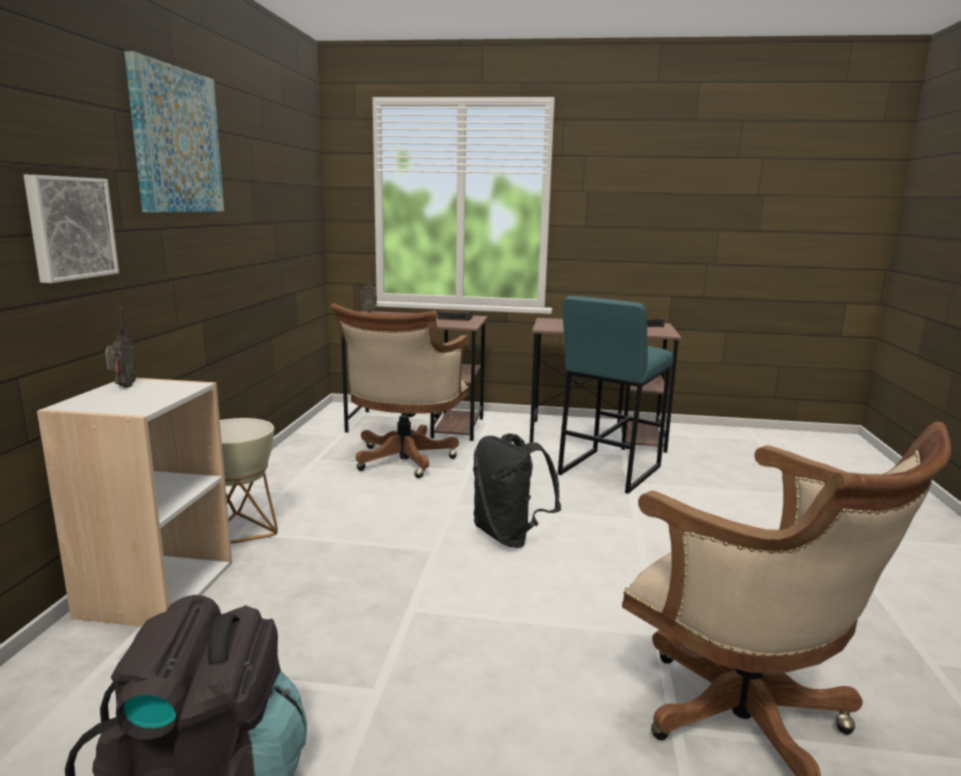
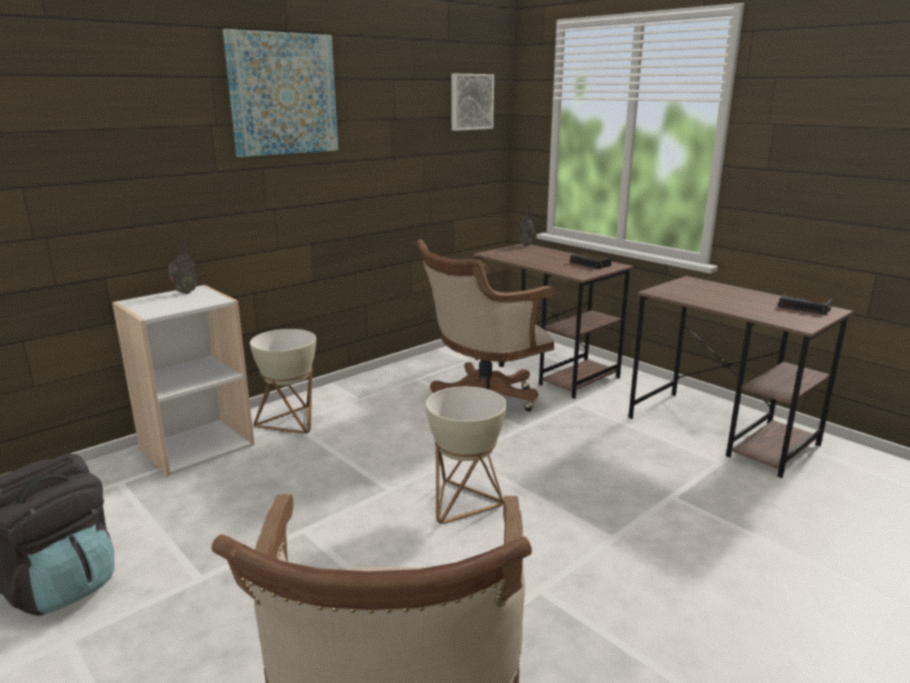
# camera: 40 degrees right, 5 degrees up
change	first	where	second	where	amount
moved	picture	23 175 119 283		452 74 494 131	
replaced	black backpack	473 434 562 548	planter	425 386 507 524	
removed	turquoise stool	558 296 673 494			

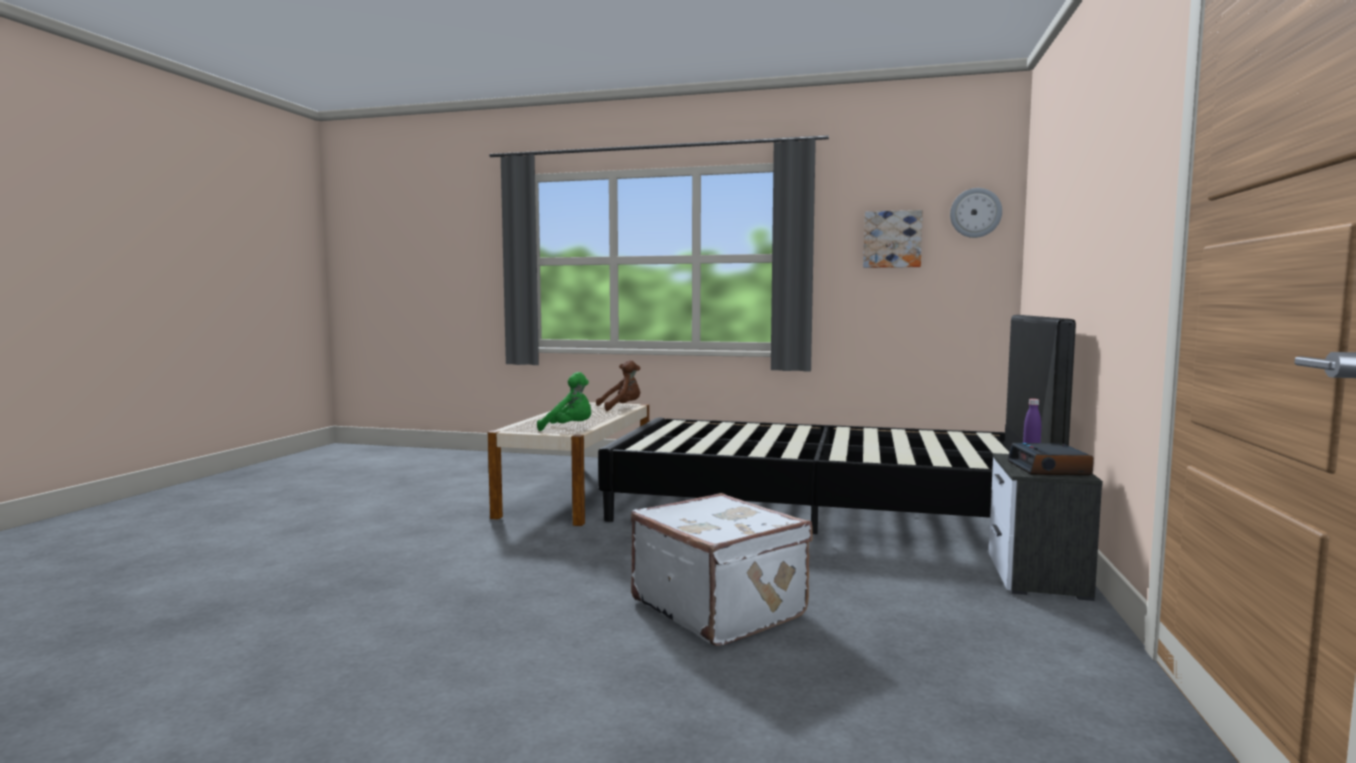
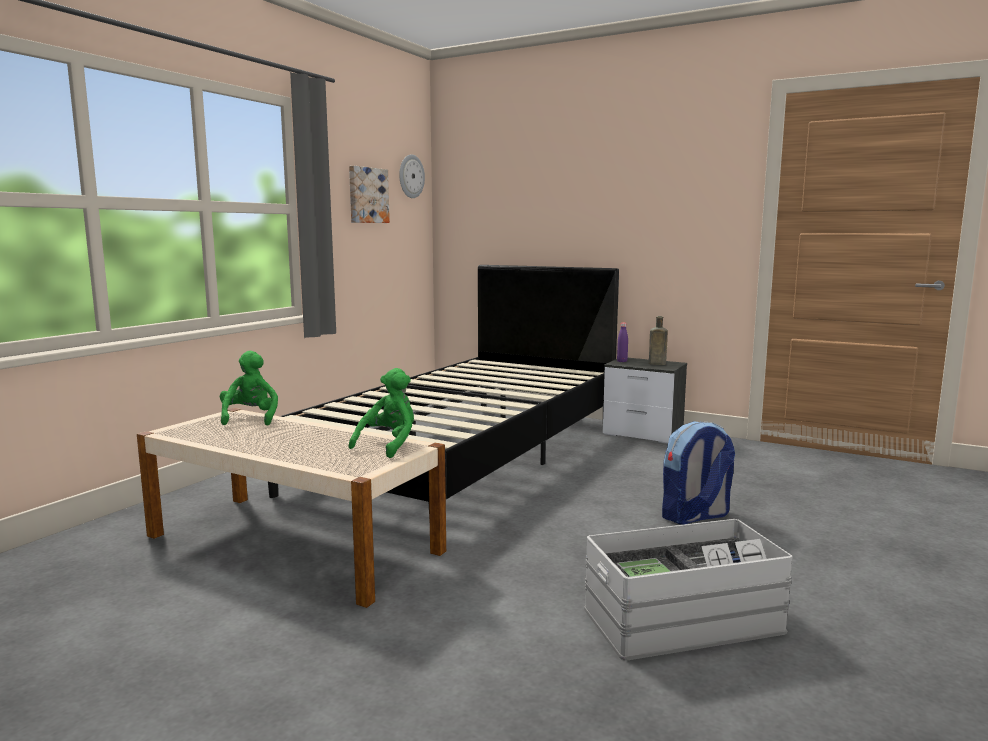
# camera: 75 degrees left, 5 degrees up
change	first	where	second	where	amount
recoloured	brown plush toy	596 360 640 411	green plush toy	220 351 278 425	
replaced	white suitcase	631 493 813 646	backpack	662 421 735 525	
replaced	alarm clock	1007 443 1094 476	brown bottle	649 316 668 365	
added			grey storage box	584 519 793 660	

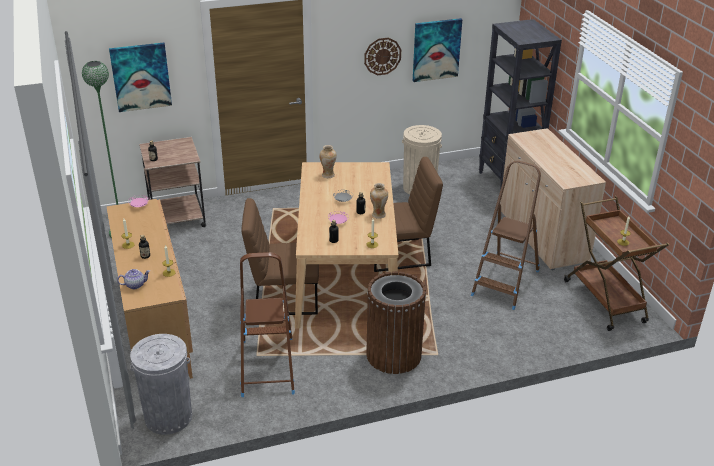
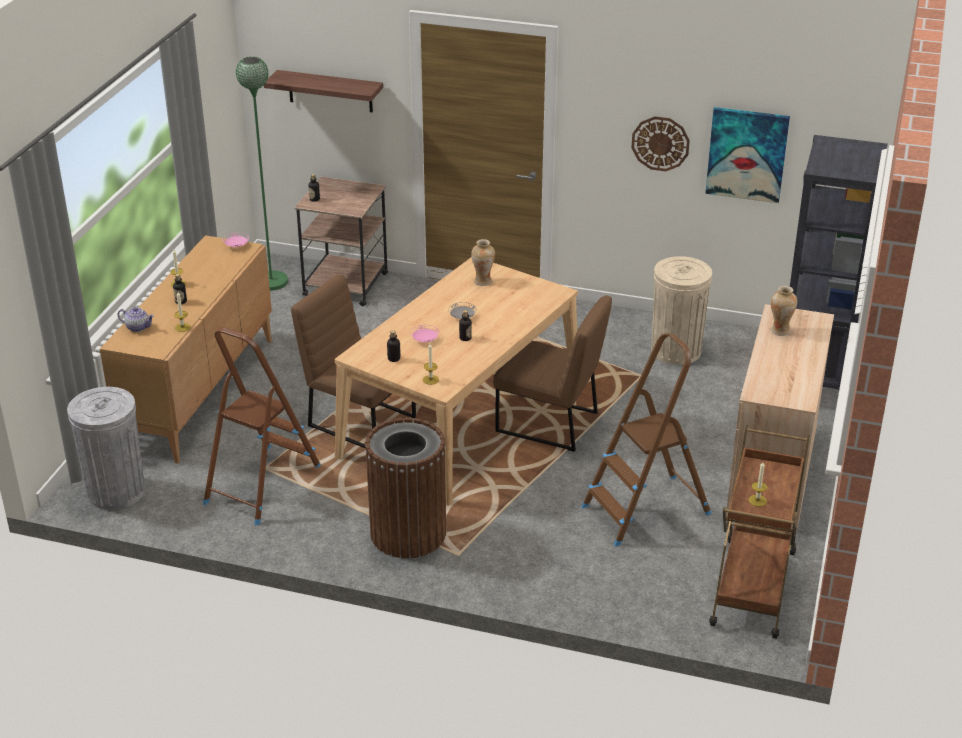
# camera: 35 degrees right, 0 degrees up
change	first	where	second	where	amount
replaced	picture	109 43 172 112	shelf	264 70 383 112	
moved	vase	370 183 388 219		771 286 797 336	

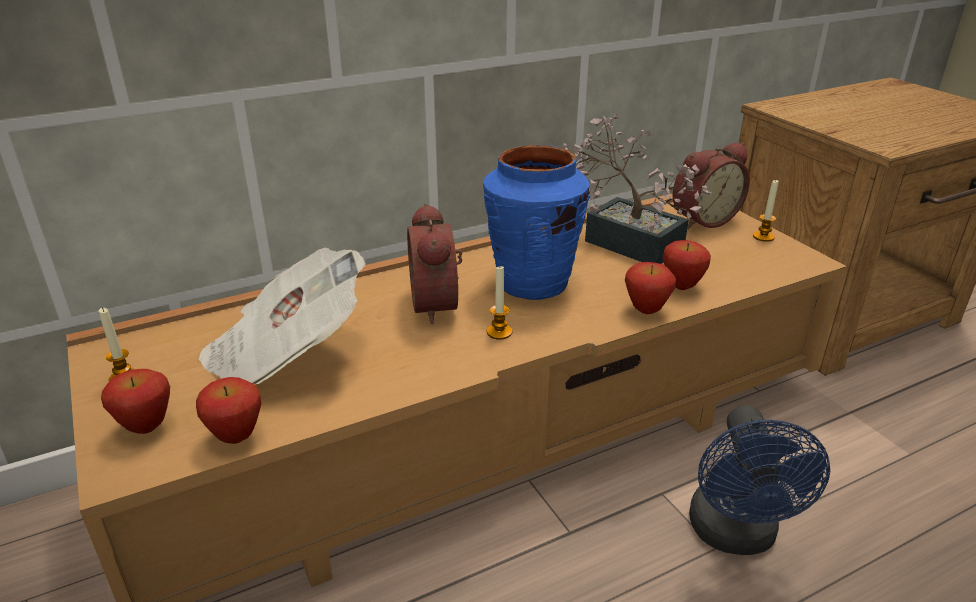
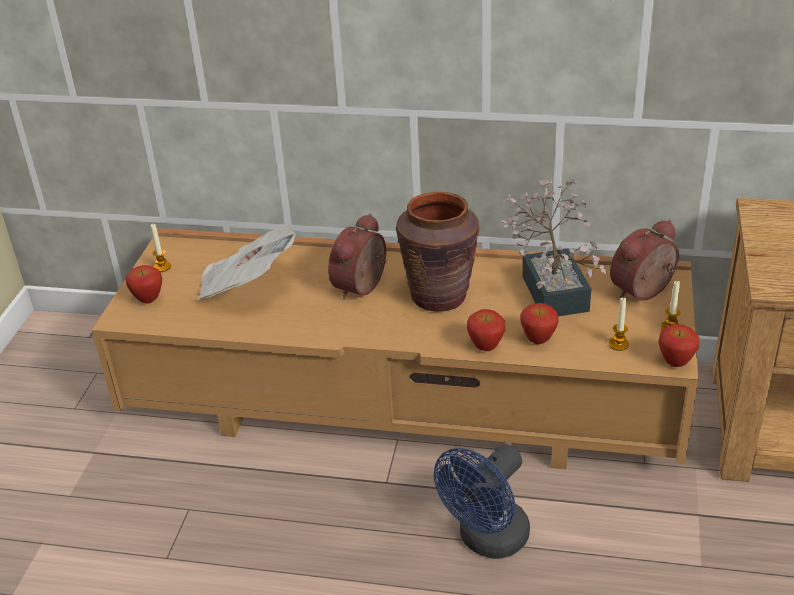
# camera: 40 degrees right, 5 degrees up
change	first	where	second	where	amount
moved	apple	196 377 262 444		658 324 700 367	
recoloured	blue vase	483 145 590 300	brown vase	396 192 480 312	
moved	candle	487 266 512 340		609 297 629 351	
turned	alarm clock	673 142 750 229		610 220 679 301	135 degrees clockwise

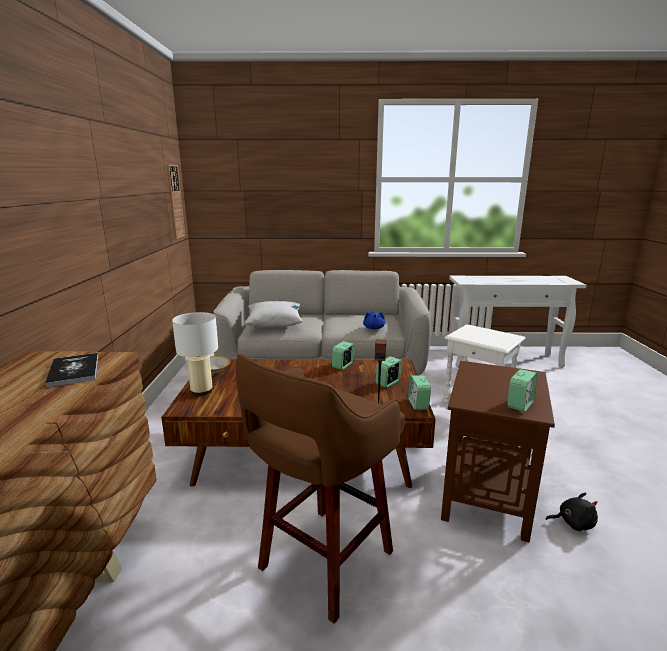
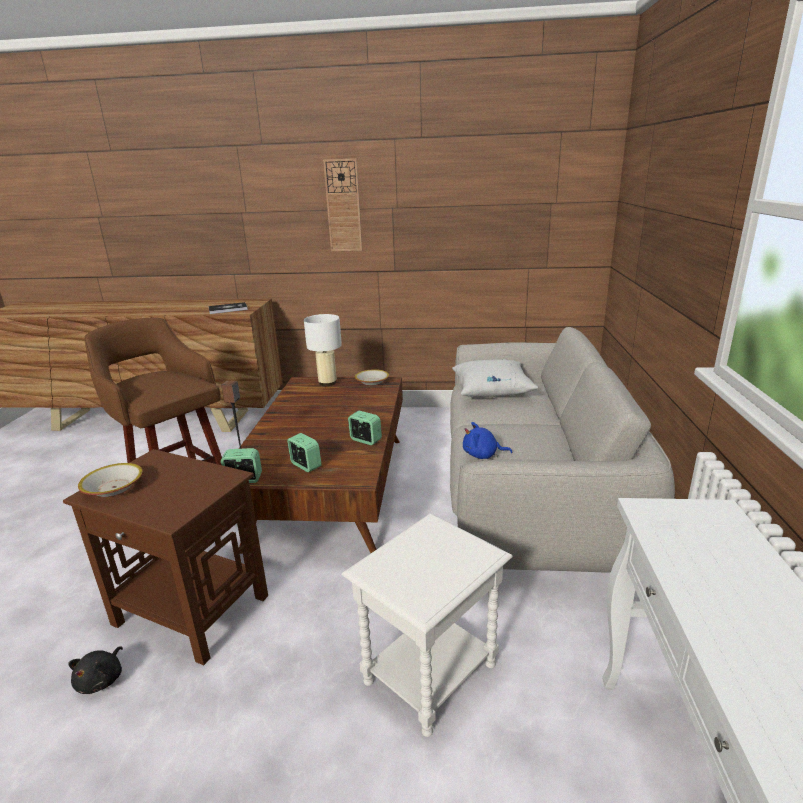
# camera: 95 degrees right, 5 degrees up
change	first	where	second	where	amount
moved	wall clock	166 164 185 239		323 158 362 251	
replaced	alarm clock	508 369 537 412	bowl	78 463 143 497	

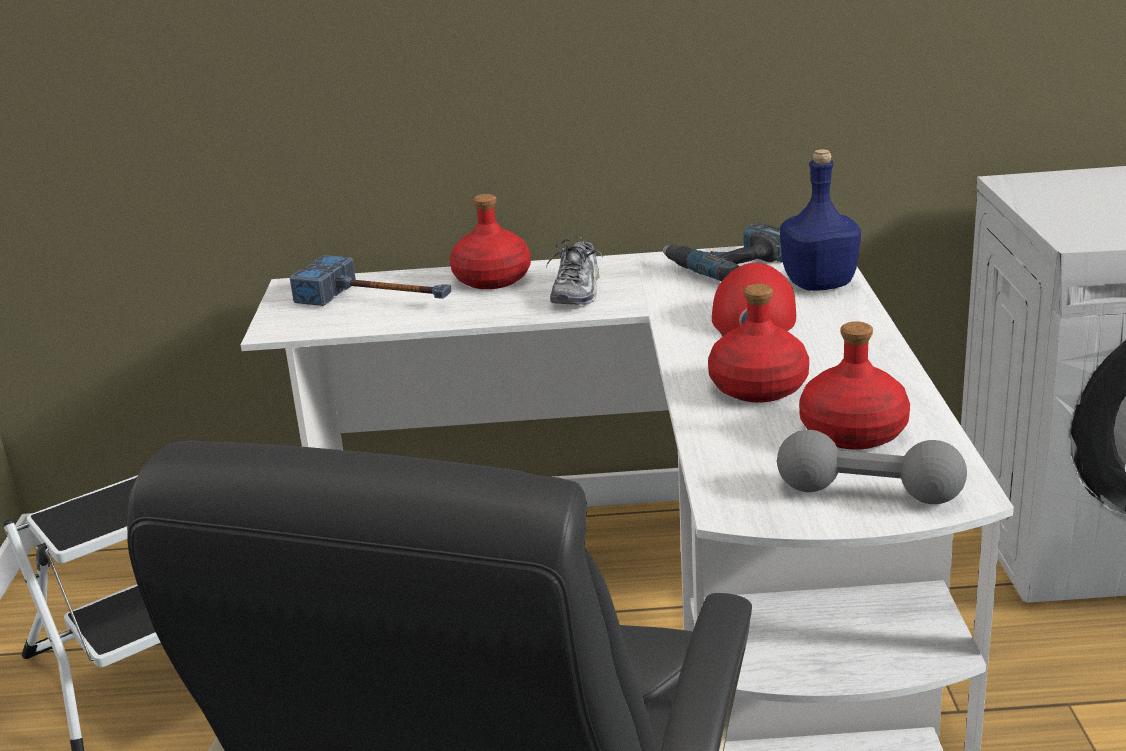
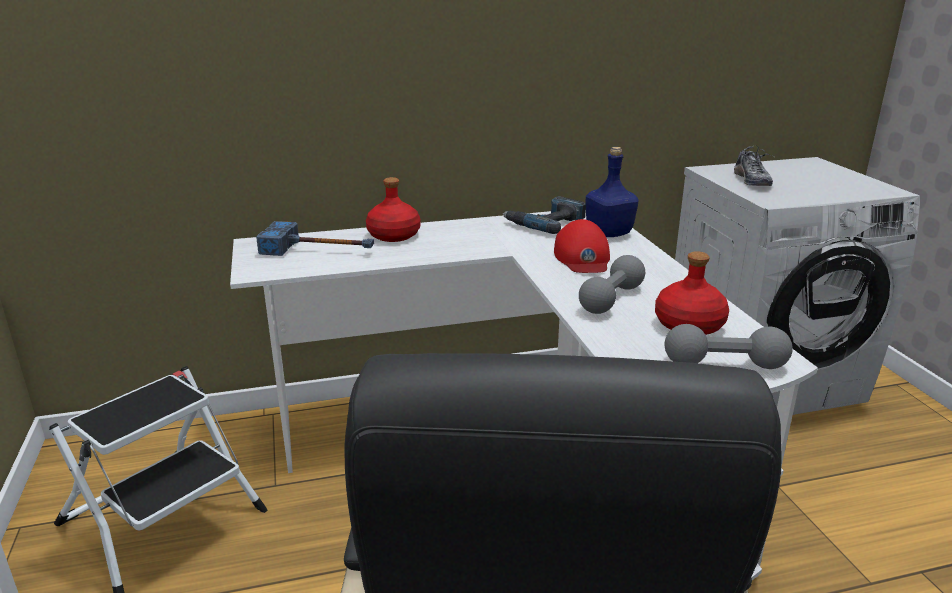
# camera: 15 degrees left, 0 degrees up
change	first	where	second	where	amount
moved	shoe	546 236 603 305		734 145 774 186	
replaced	red bottle	708 284 809 402	grey dumbbell	579 255 645 314	

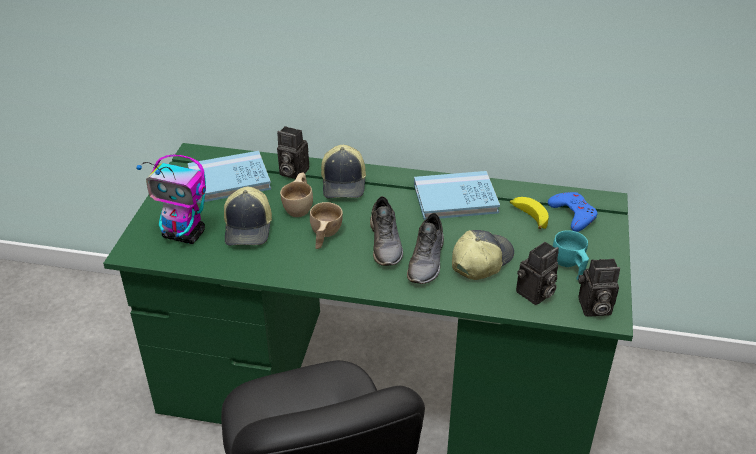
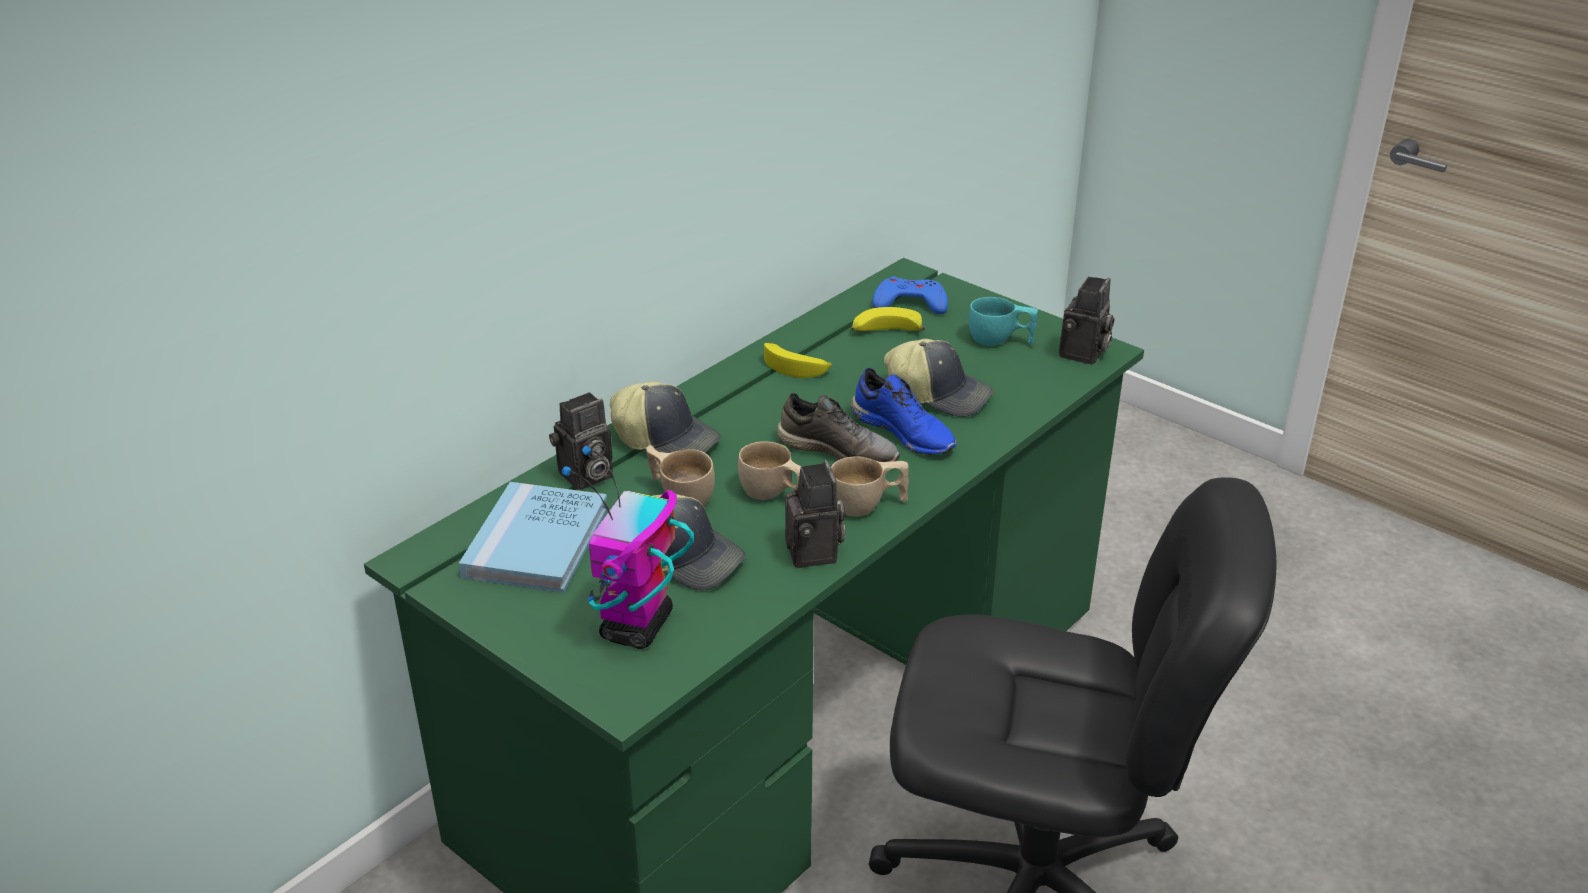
# camera: 60 degrees left, 5 degrees down
change	first	where	second	where	amount
turned	toy robot	136 155 206 244		562 446 694 649	150 degrees clockwise
recoloured	grey shoe	407 213 444 284	blue shoe	851 368 956 455	
replaced	blue book	414 171 500 220	banana	764 342 832 378	
turned	cap	452 230 514 280		884 339 993 417	135 degrees clockwise
moved	photo camera	516 242 559 305		785 460 846 568	
added			beige cup	831 456 909 517	

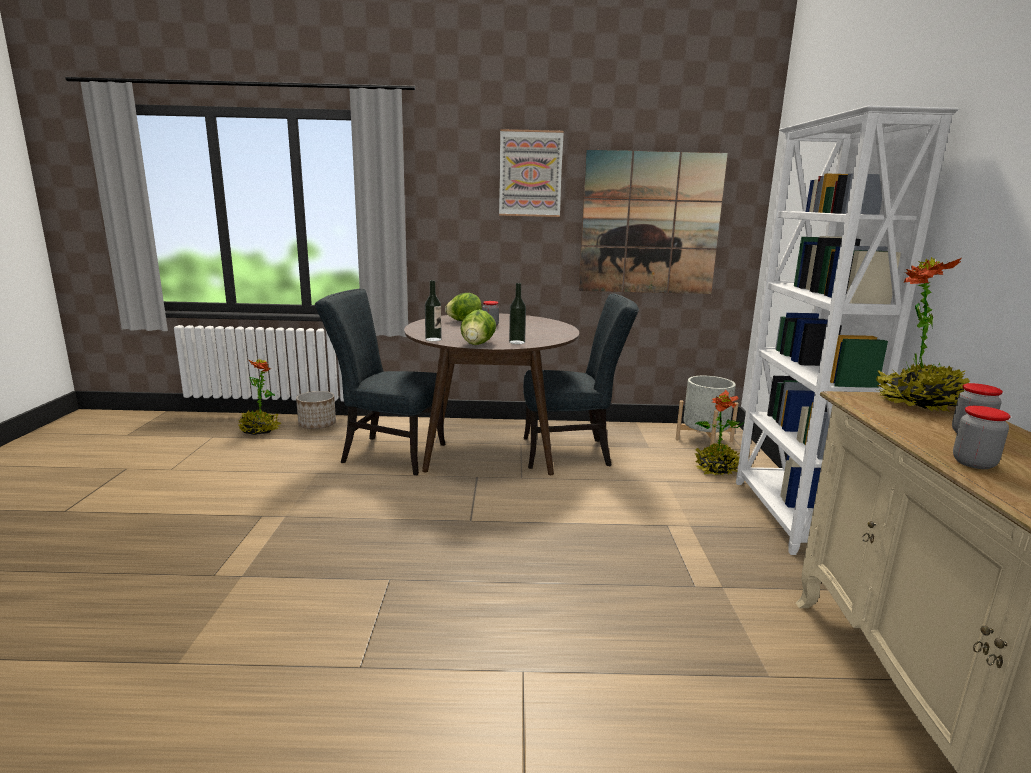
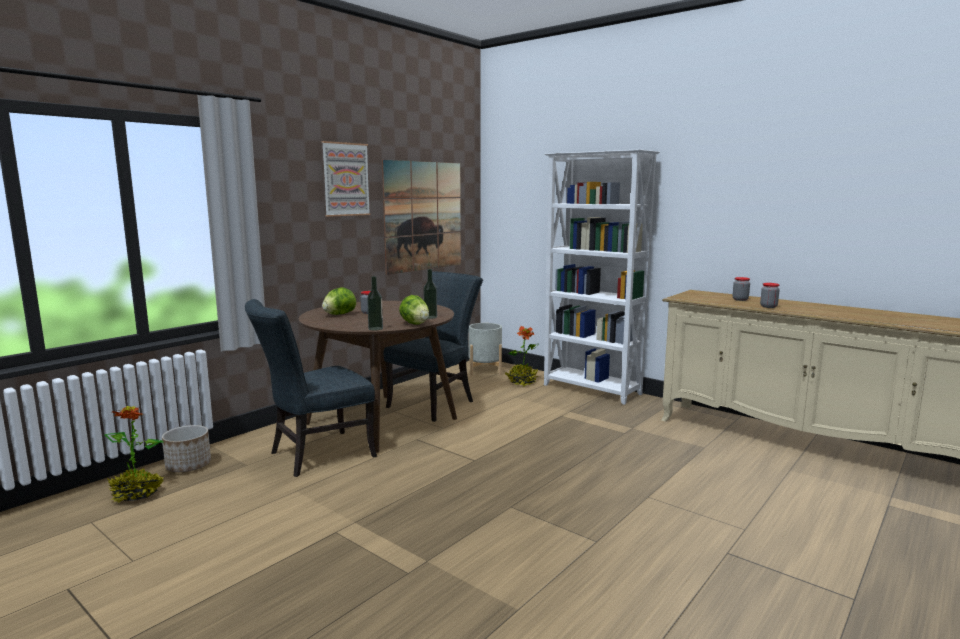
# camera: 50 degrees left, 5 degrees down
change	first	where	second	where	amount
removed	potted plant	876 257 970 412			

